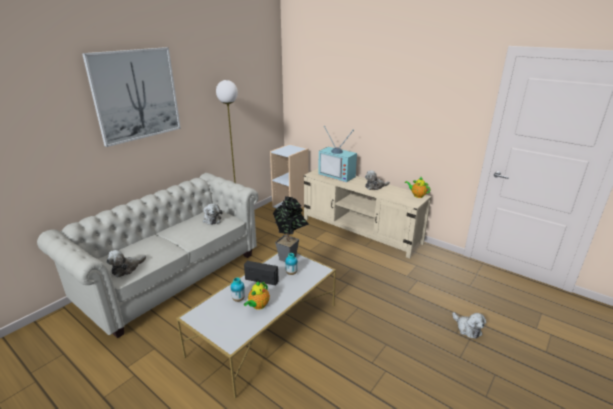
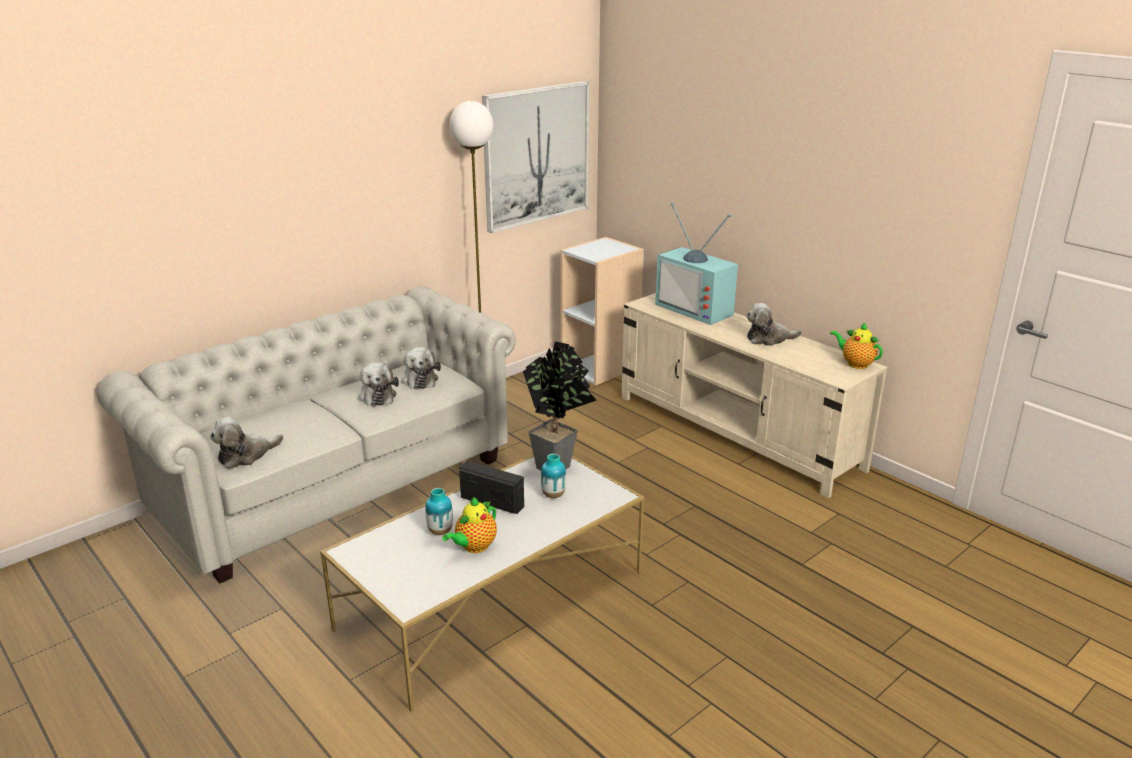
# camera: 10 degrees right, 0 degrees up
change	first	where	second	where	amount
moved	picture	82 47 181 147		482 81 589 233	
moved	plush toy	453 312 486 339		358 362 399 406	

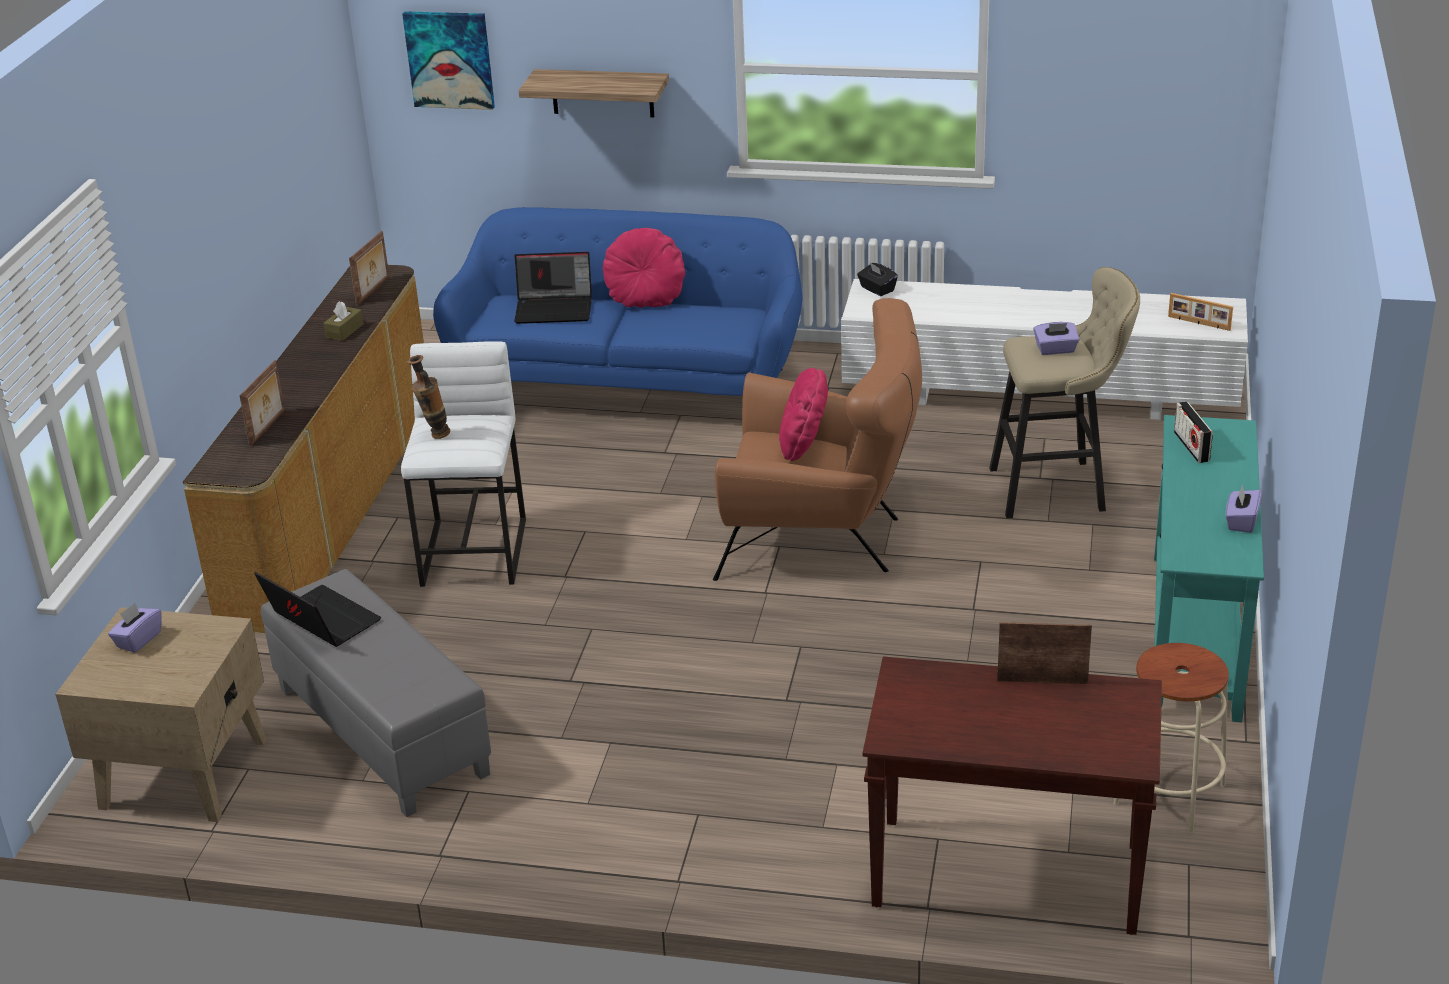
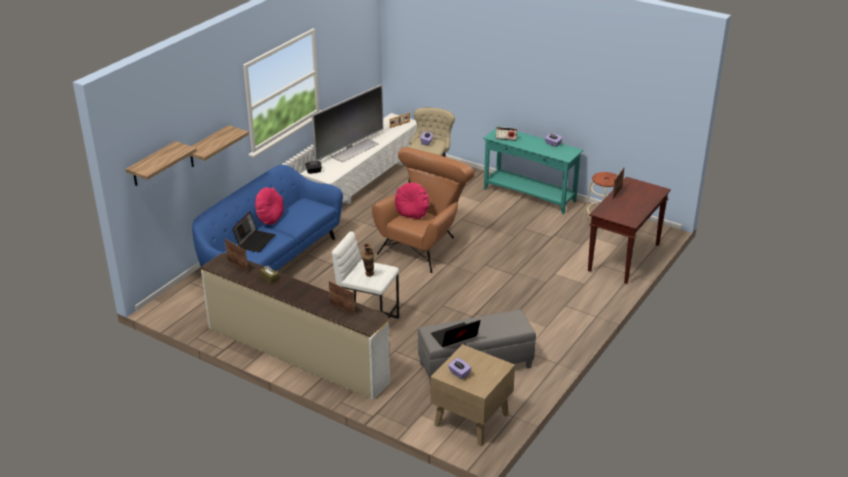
# camera: 70 degrees left, 0 degrees up
change	first	where	second	where	amount
recoloured	brown cabinet	182 265 424 634	white cabinet	201 253 390 400	
replaced	picture	402 11 495 110	shelf	126 141 197 186	
added			television	312 84 383 162	

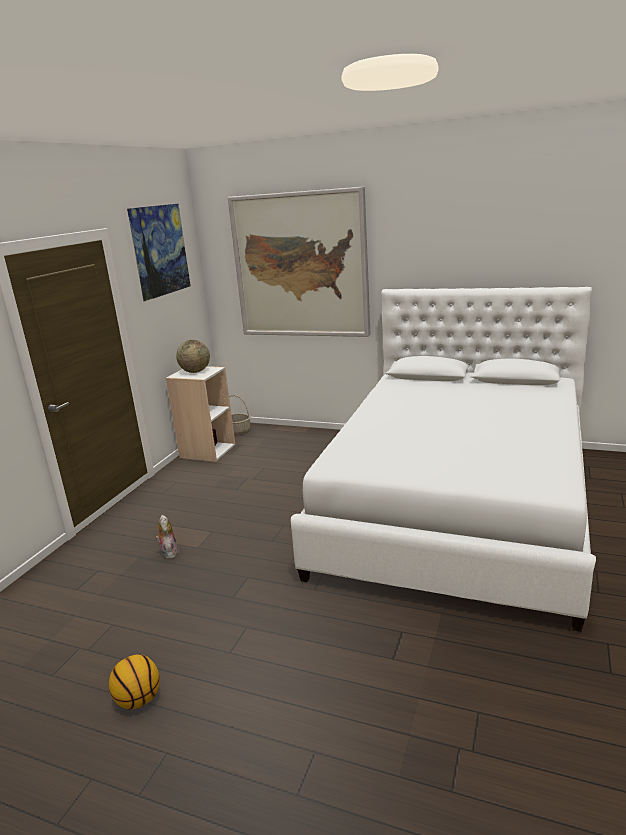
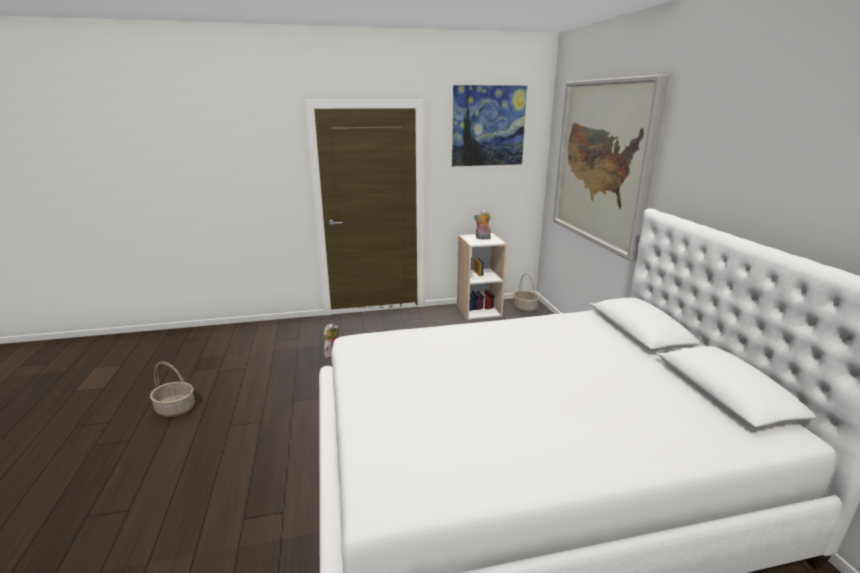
# camera: 55 degrees right, 0 degrees up
change	first	where	second	where	amount
replaced	basketball	109 654 160 710	basket	150 361 195 417	
replaced	globe	176 340 210 373	plush toy	474 210 491 240	

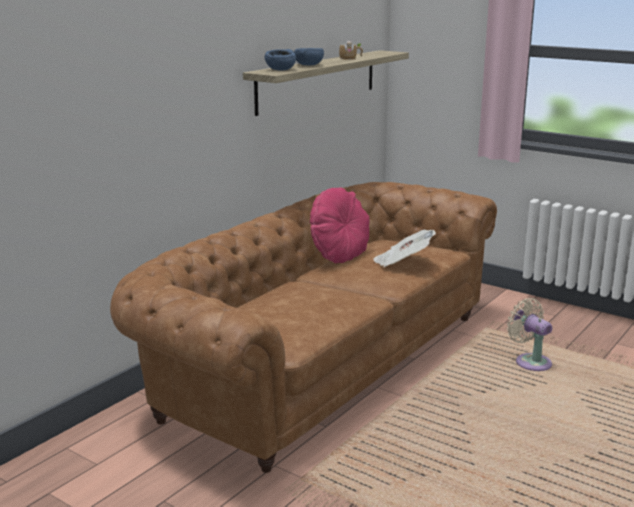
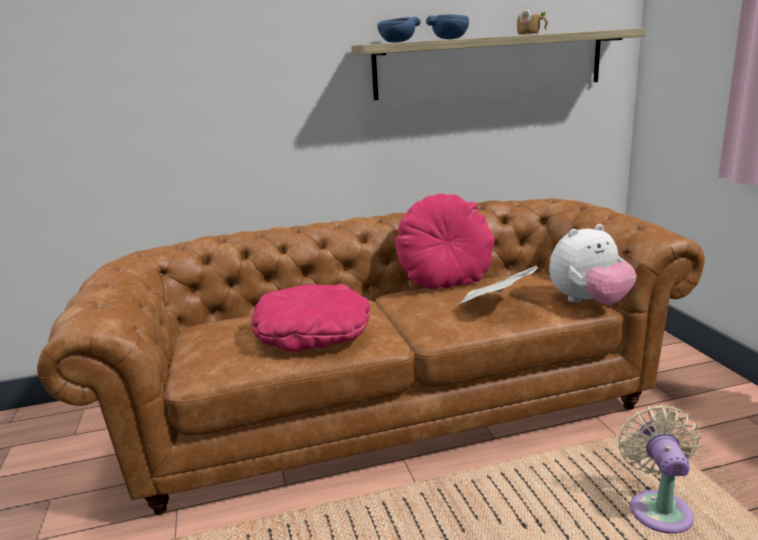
# camera: 40 degrees right, 0 degrees up
change	first	where	second	where	amount
added			pink pillow	252 284 370 351	
added			plush toy	549 224 637 305	

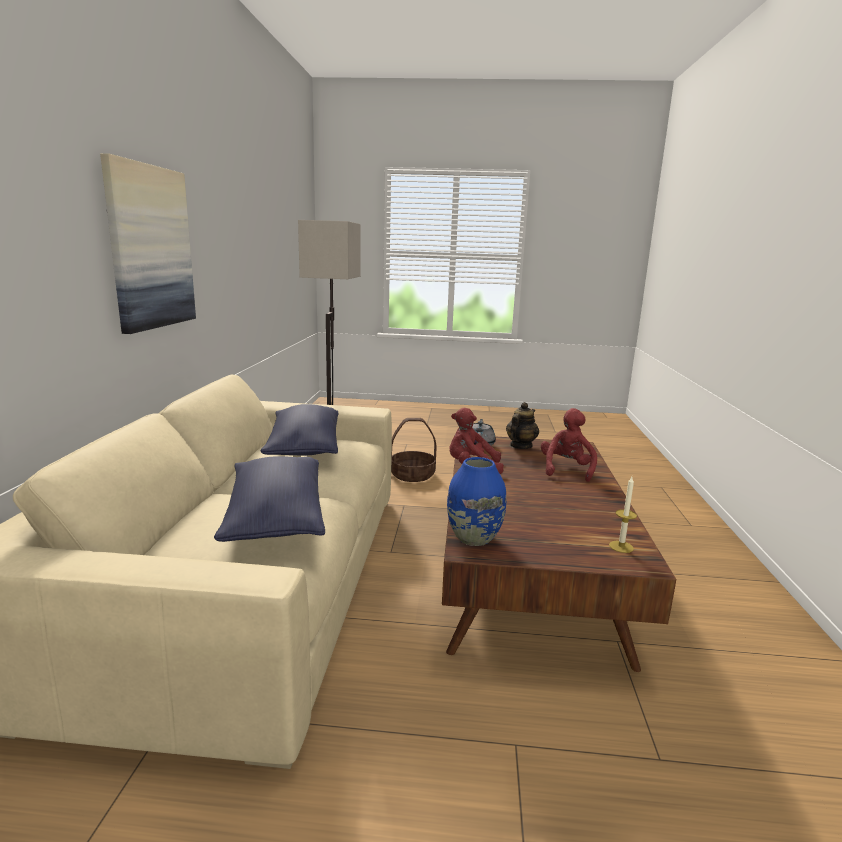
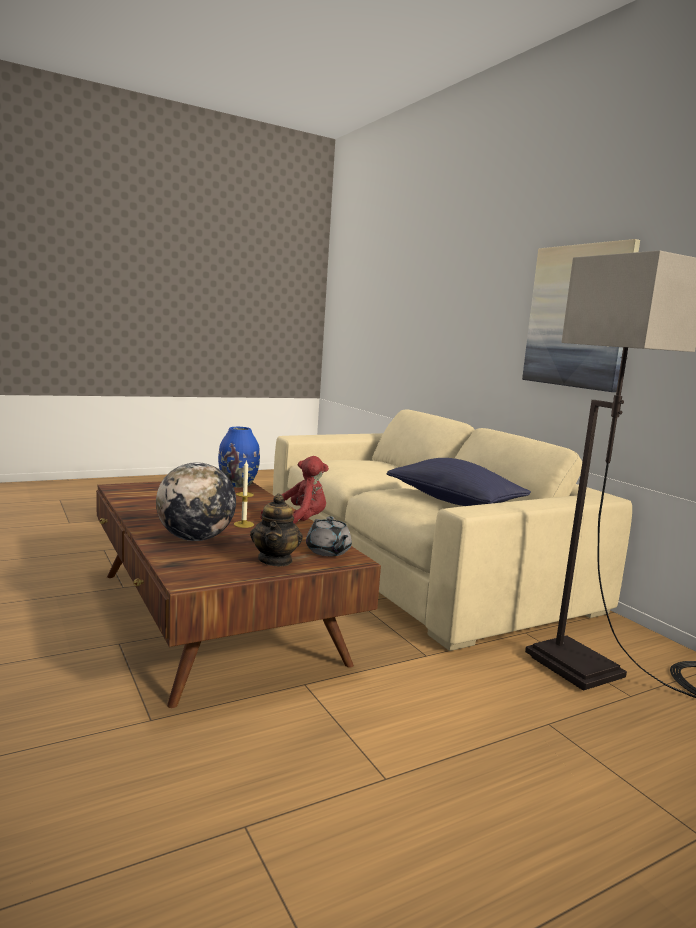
# camera: 145 degrees right, 5 degrees down
change	first	where	second	where	amount
removed	blue pillow	214 456 325 542			
removed	basket	391 418 437 482			
replaced	red plush toy	541 408 597 482	globe	156 462 236 541	
moved	candle	609 477 637 553		234 461 254 528	

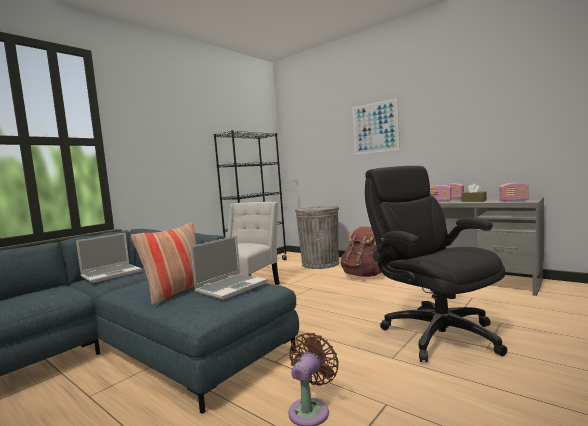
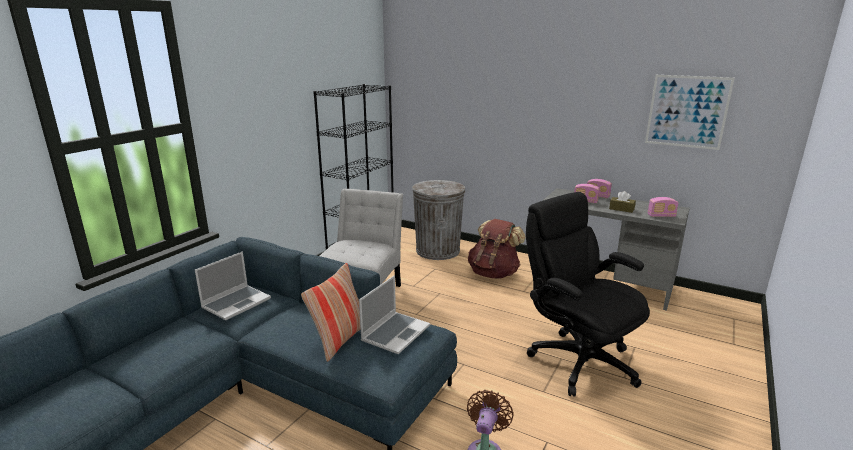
# camera: 10 degrees left, 15 degrees up
change	first	where	second	where	amount
moved	picture	353 98 400 155		645 75 735 150	

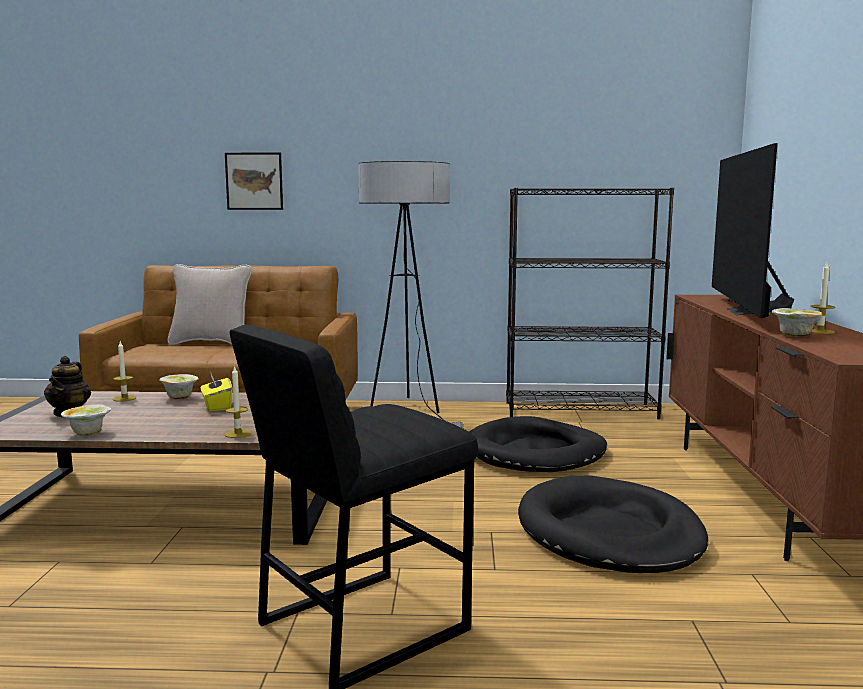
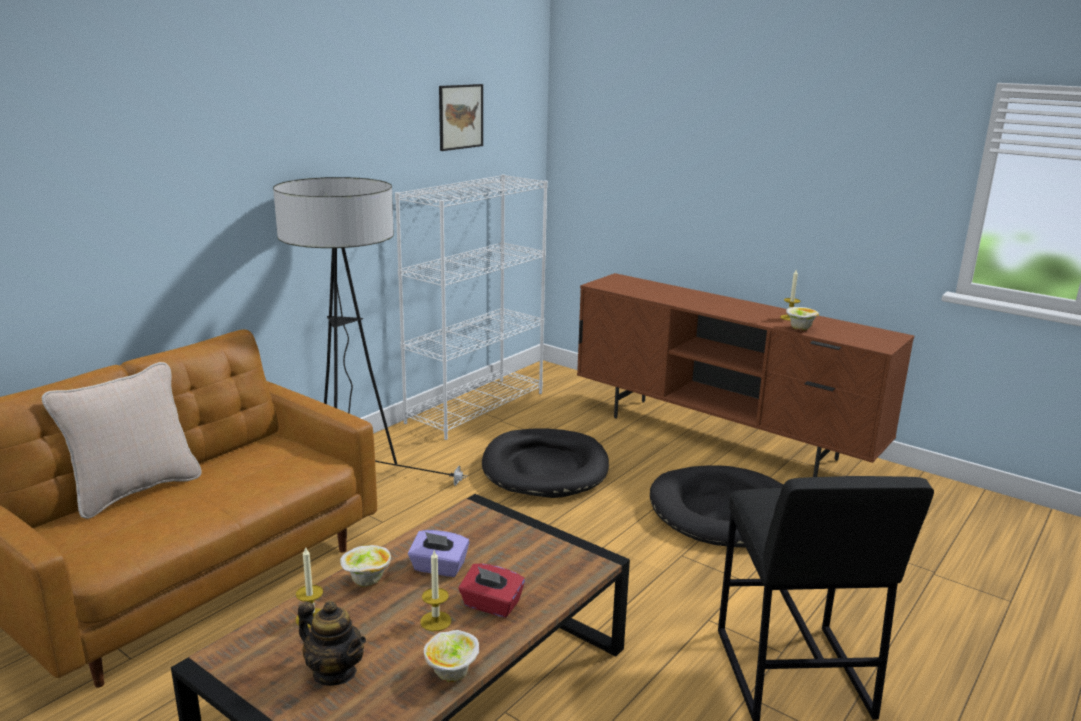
# camera: 55 degrees left, 10 degrees up
change	first	where	second	where	amount
recoloured	yellow tissue box	201 374 232 411	purple tissue box	408 530 469 577	
moved	picture	225 153 283 210		439 84 483 151	
moved	candle	225 366 251 438		420 551 451 631	
recoloured	black bookcase	506 188 674 419	white bookcase	395 174 548 440	
removed	television	712 143 794 318			
added			red tissue box	459 564 525 618	

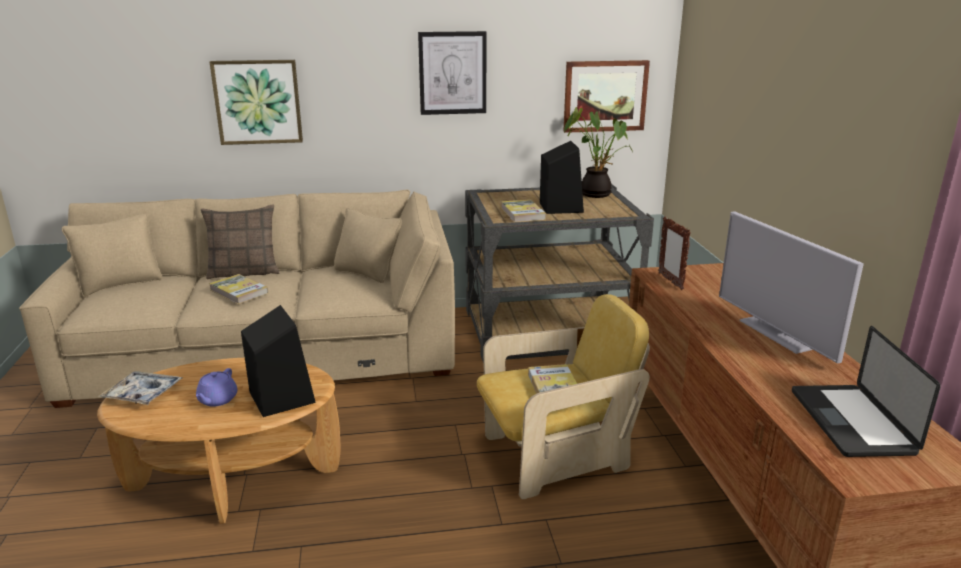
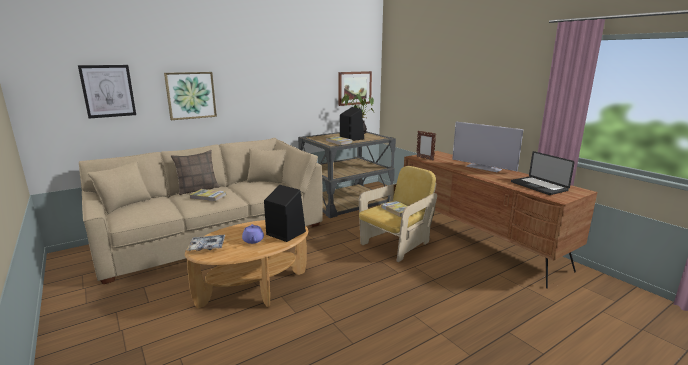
# camera: 25 degrees left, 5 degrees down
change	first	where	second	where	amount
moved	picture	418 31 486 115		78 65 136 118	

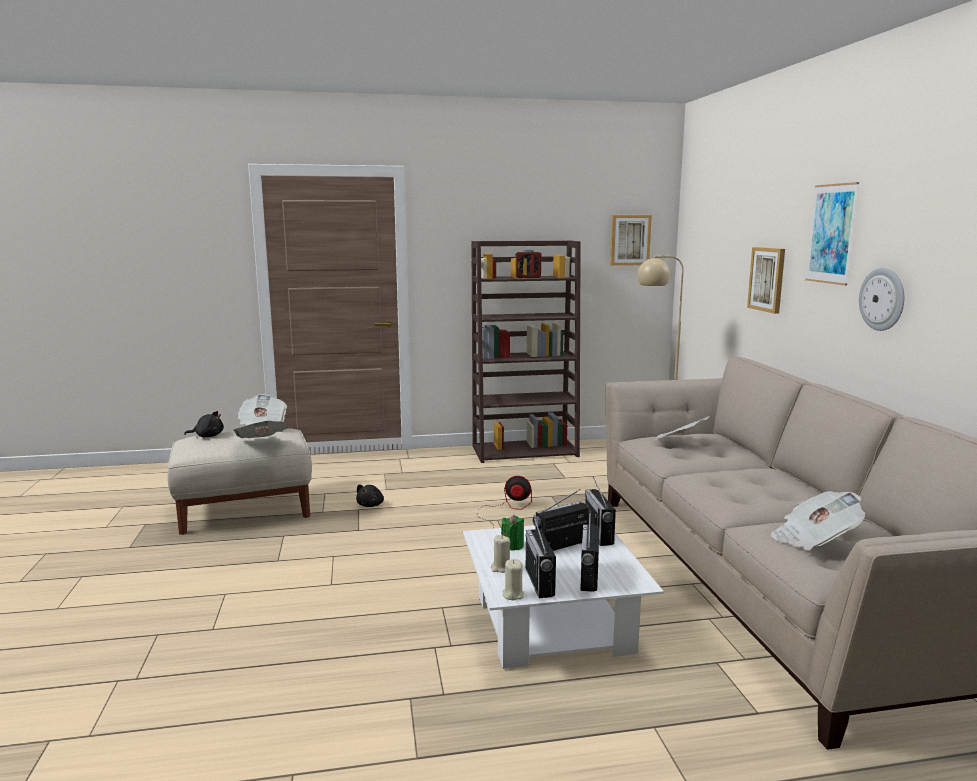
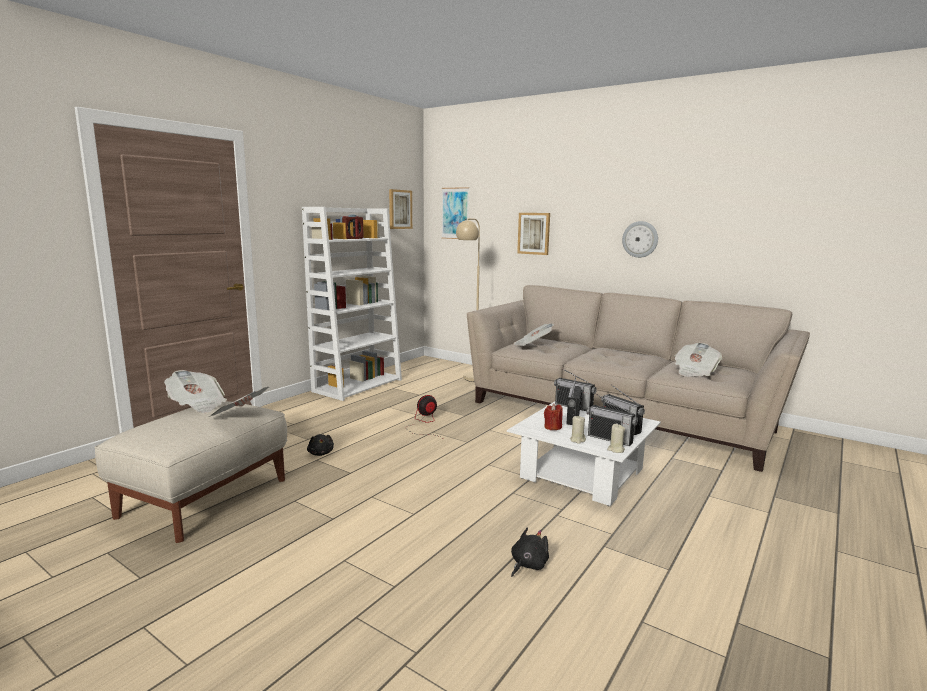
# camera: 45 degrees left, 0 degrees up
change	first	where	second	where	amount
moved	black plush toy	184 411 224 437		511 527 549 577	
recoloured	brown bookcase	471 240 581 463	white bookcase	302 207 402 401	
recoloured	green candle	501 515 524 550	red candle	544 404 563 430	
moved	picture	805 182 859 285		441 187 469 239	

